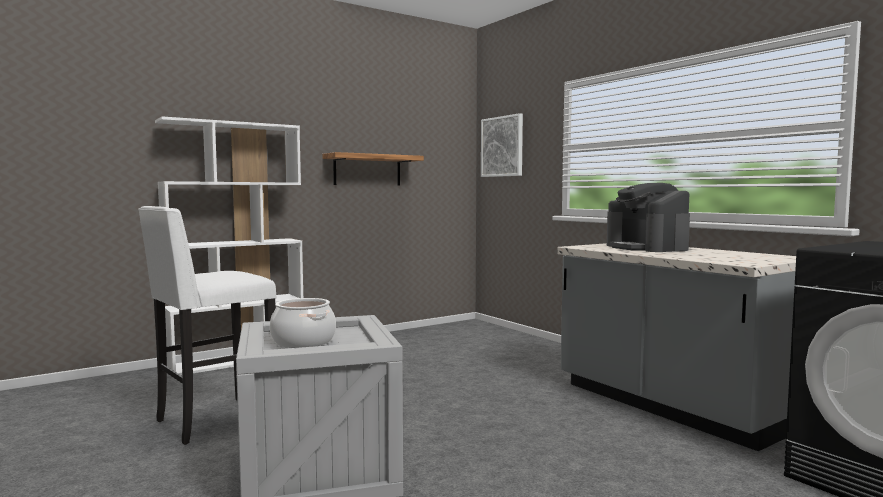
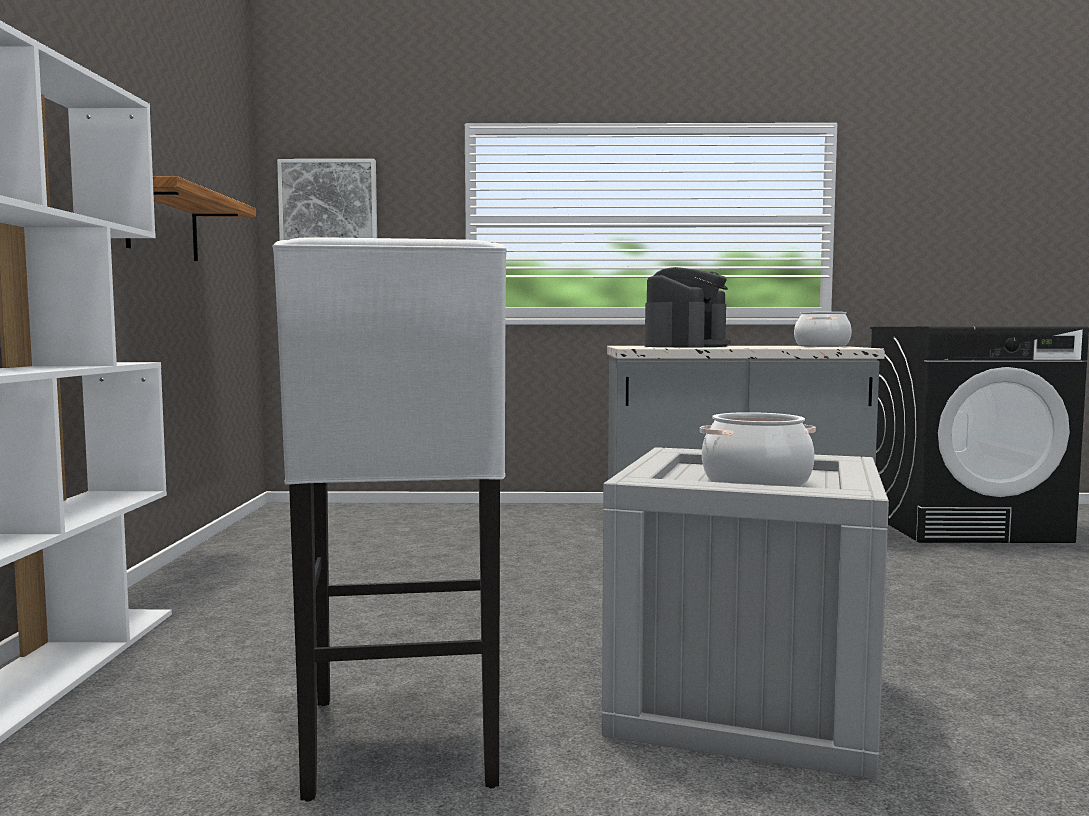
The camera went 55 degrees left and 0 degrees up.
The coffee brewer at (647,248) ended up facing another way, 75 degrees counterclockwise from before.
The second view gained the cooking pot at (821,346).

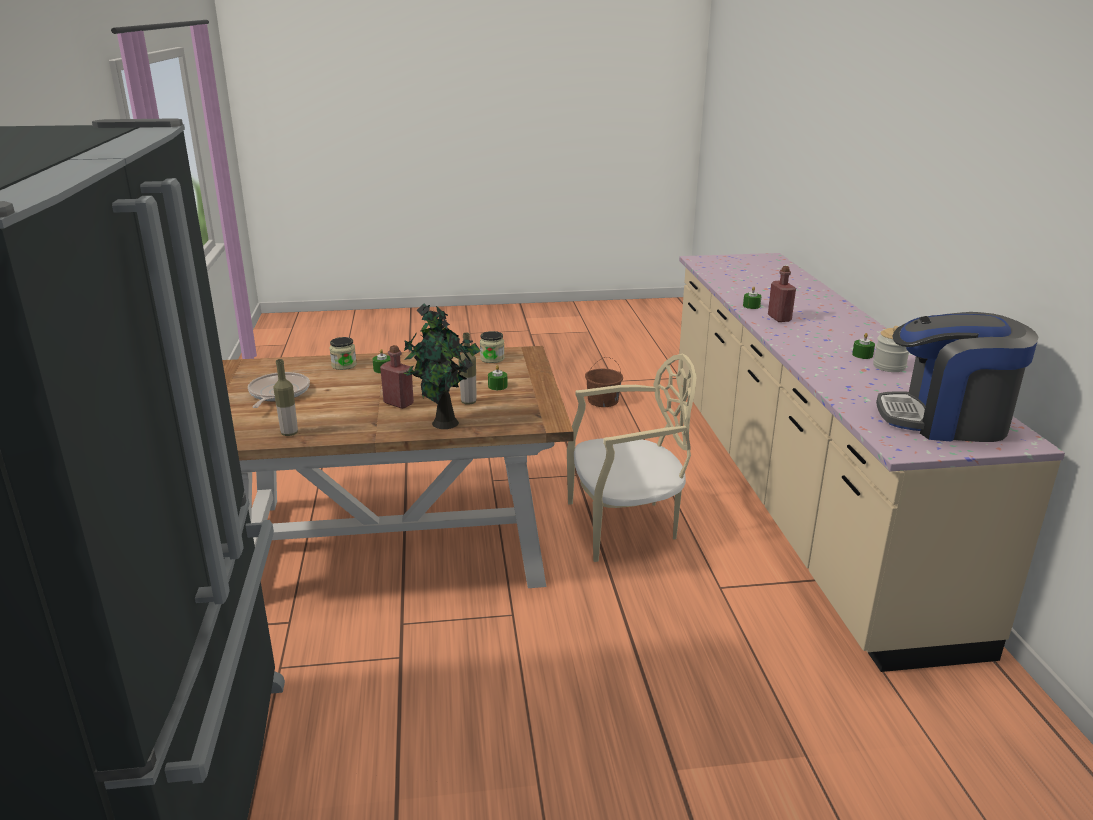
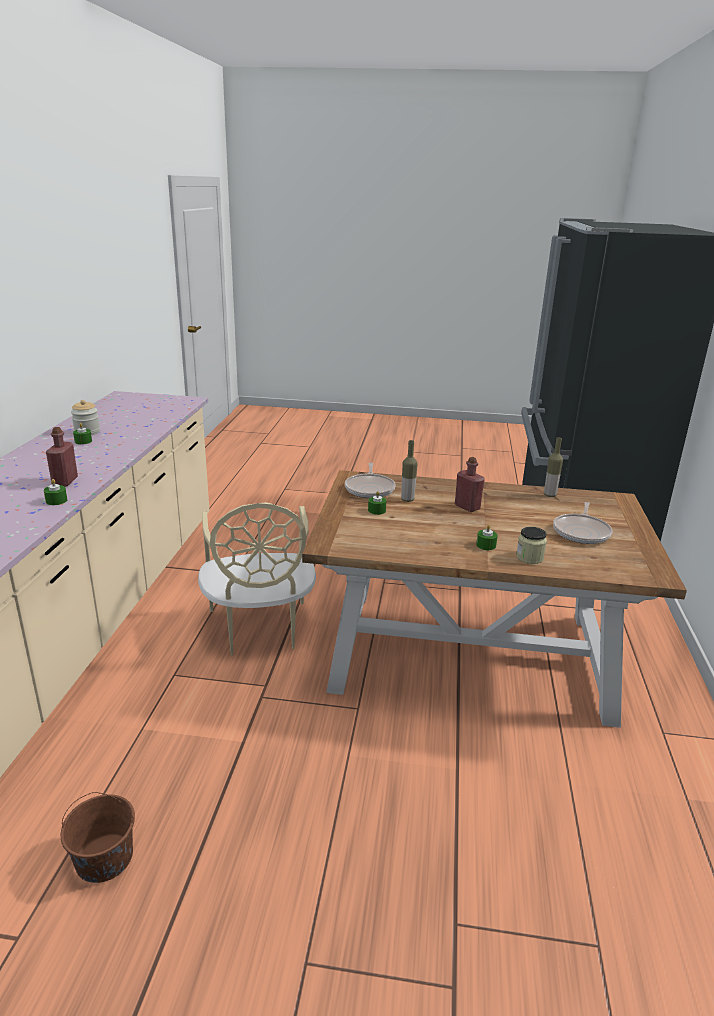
The camera went 165 degrees left and 0 degrees up.
The second view lost the plant in a pot at (444,424).
The second view lost the storage jar at (492,359).
The sand-coloured upright chair at (625,526) ended up facing another way, 105 degrees counterclockwise from before.
The second view lost the coffee brewer at (945,420).
The second view gained the skillet at (370,489).

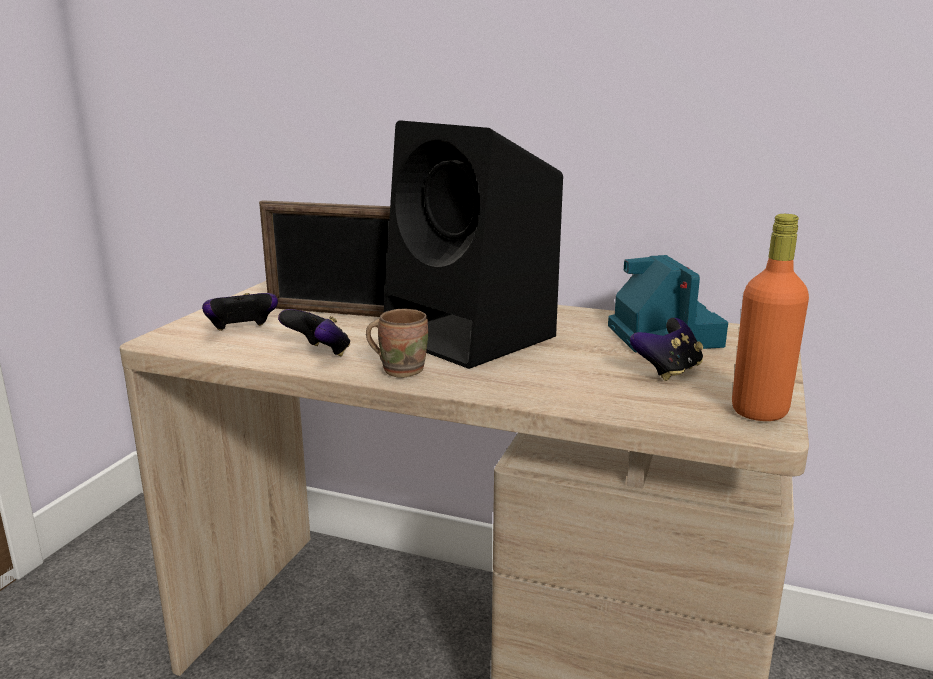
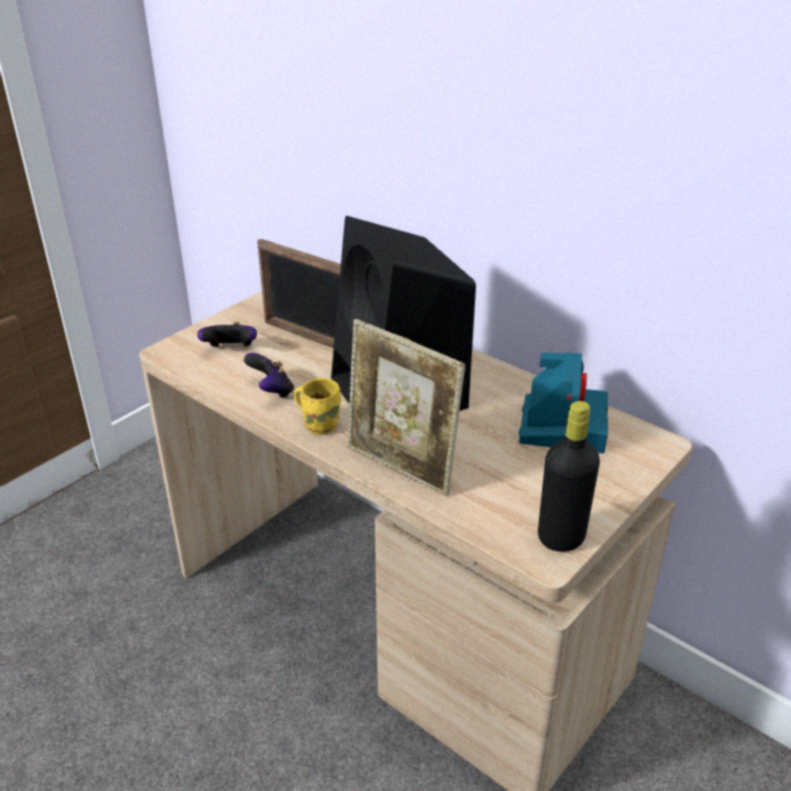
The camera went 20 degrees right and 15 degrees up.
What was the brown-coloured tea mug at (401,369) turned into the yellowish tea mug at (320,424).
The second view lost the game controller at (668,371).
What was the orange bottle at (759,411) turned into the blackish bottle at (561,537).
The second view gained the photo frame at (401,468).

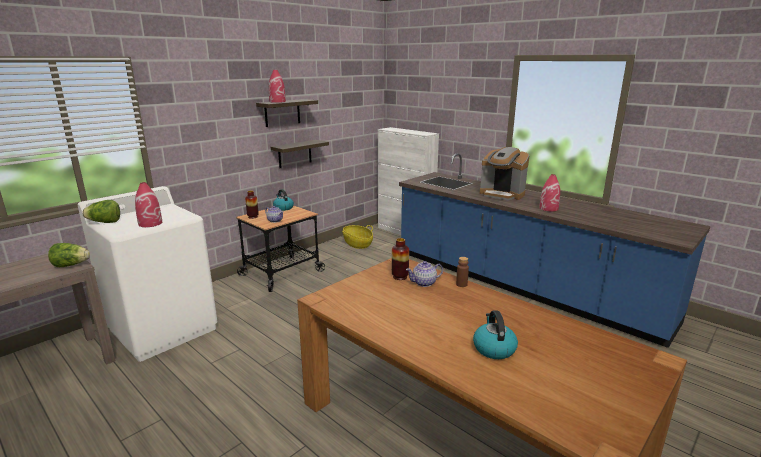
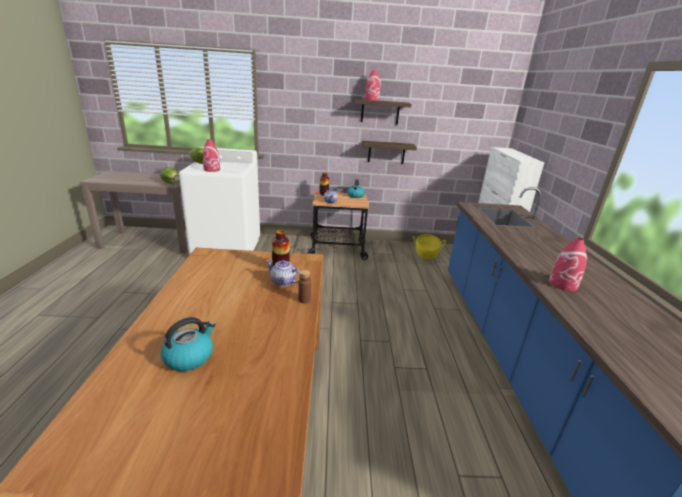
The camera went 45 degrees right and 5 degrees up.
The second view lost the coffee brewer at (502,194).

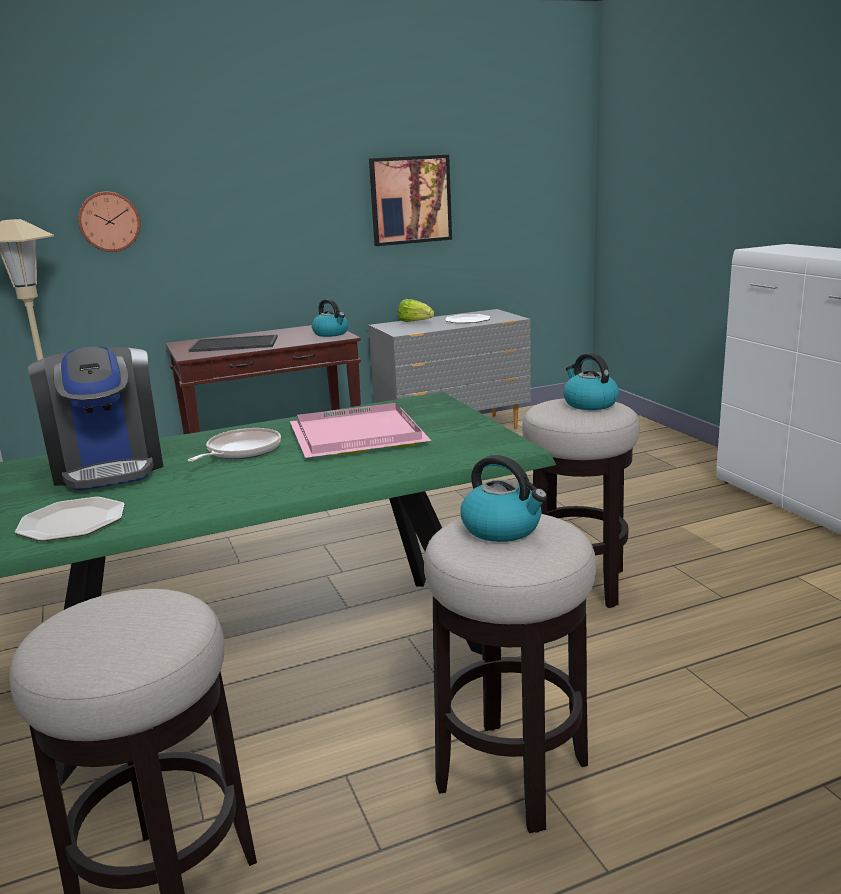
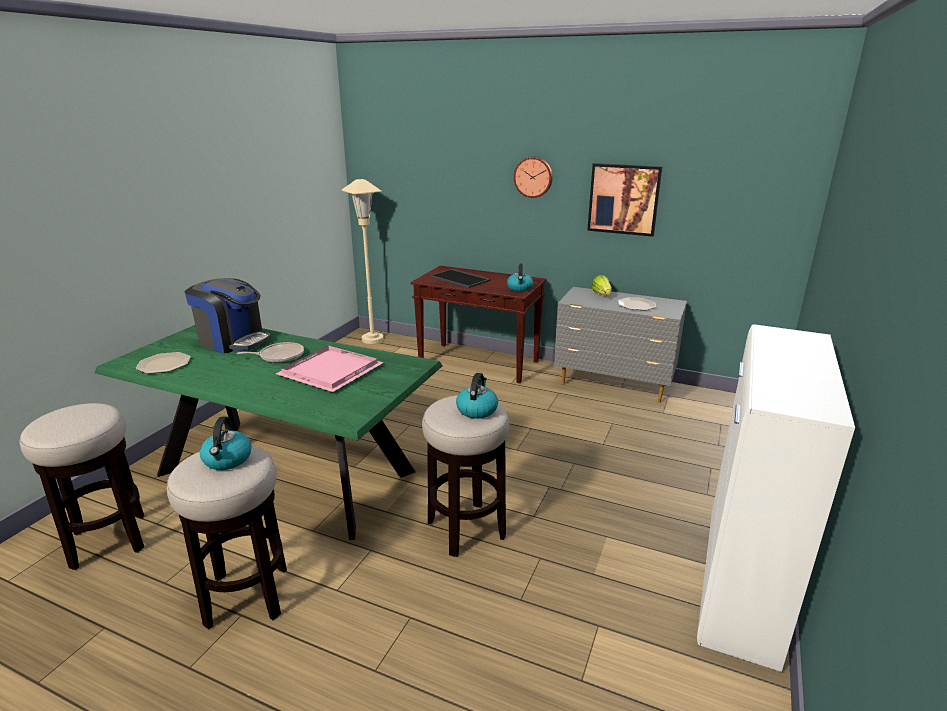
The camera went 45 degrees right and 5 degrees up.
The coffee brewer at (109,467) ended up facing another way, 90 degrees counterclockwise from before.
The wall clock ended up elsewhere, having gone from (109,221) to (533,177).

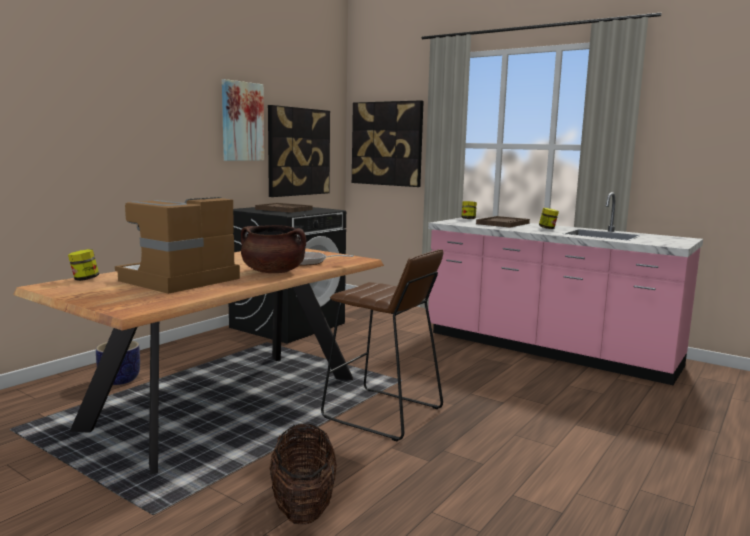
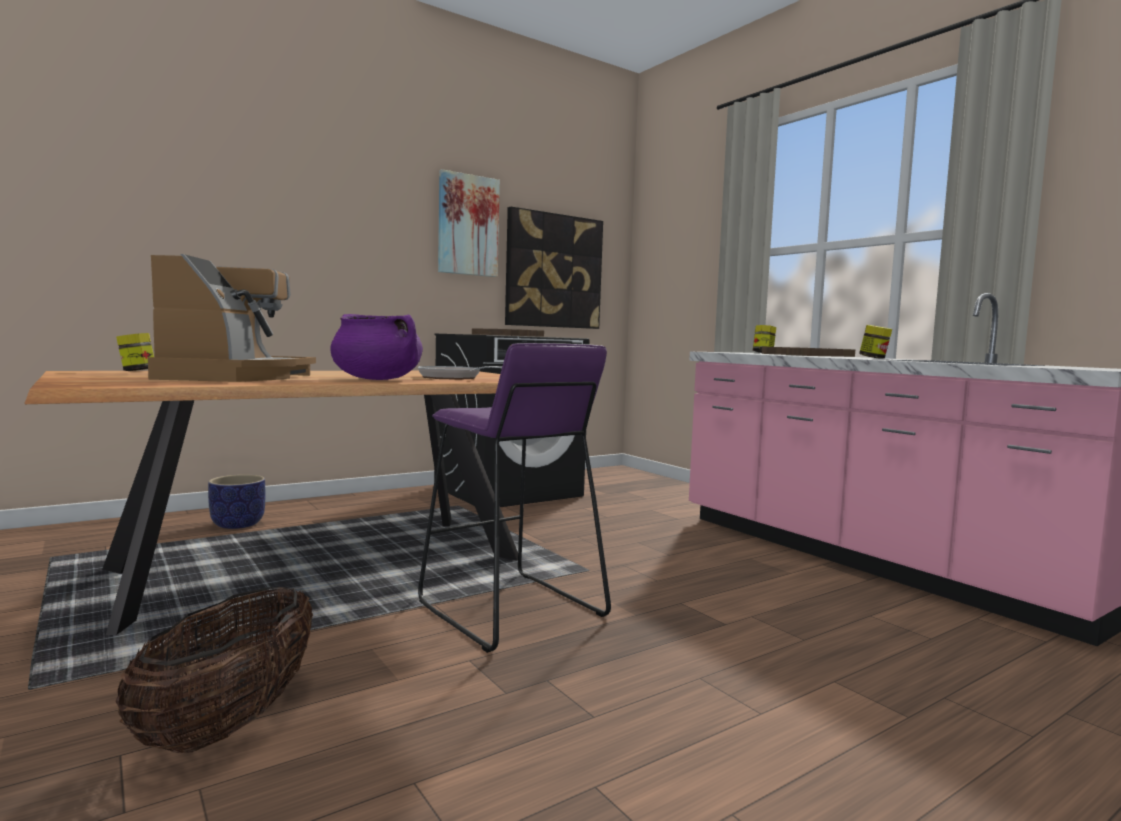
The camera went 20 degrees right and 5 degrees down.
The coffee brewer at (179,280) ended up facing another way, 120 degrees clockwise from before.
What was the brown-coloured cooking pot at (273,272) turned into the purple cooking pot at (377,379).
What was the brown-coloured stool at (383,414) turned into the purple stool at (510,610).
The second view lost the picture at (387,143).

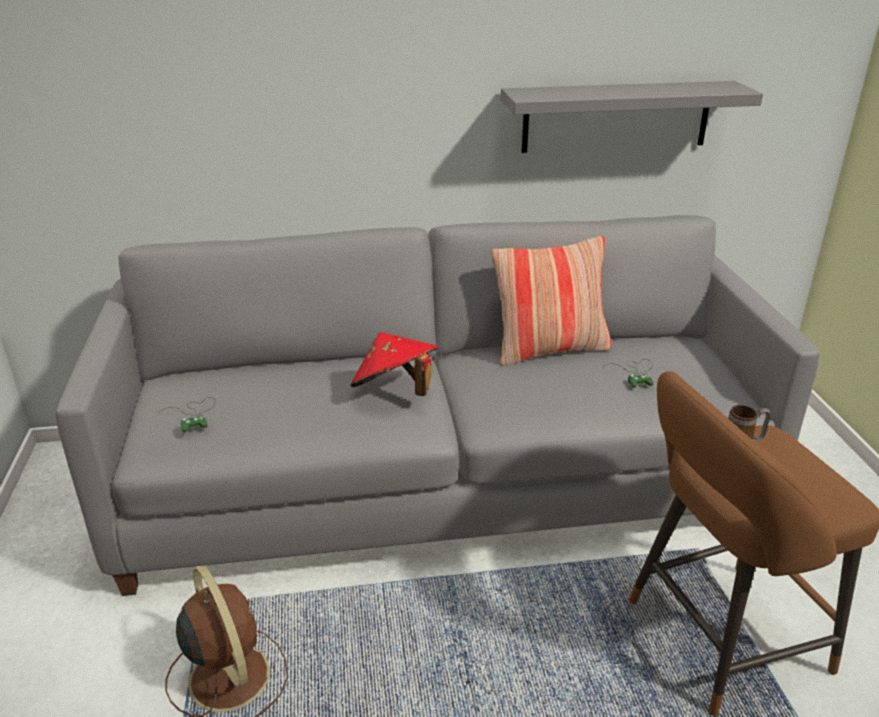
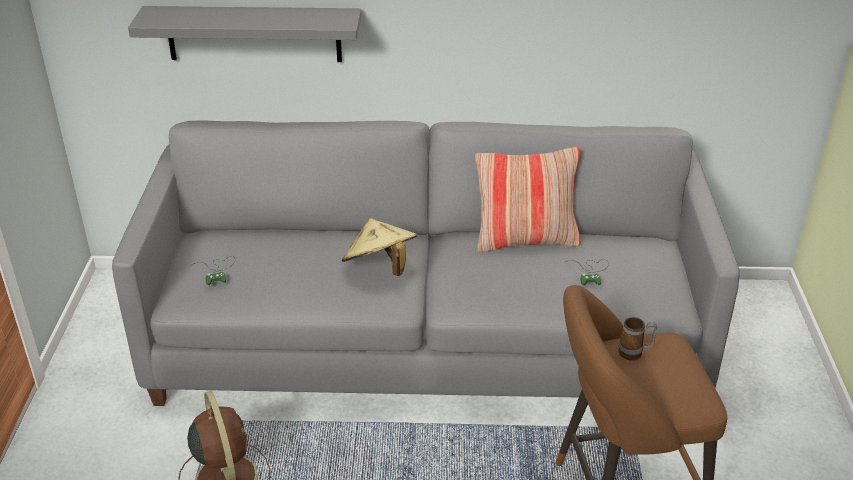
The camera went 10 degrees right and 5 degrees up.
What was the red-coloured wearable hat at (395,392) turned into the sand-coloured wearable hat at (380,268).
The greyish wall shelf ended up elsewhere, having gone from (616,117) to (254,34).

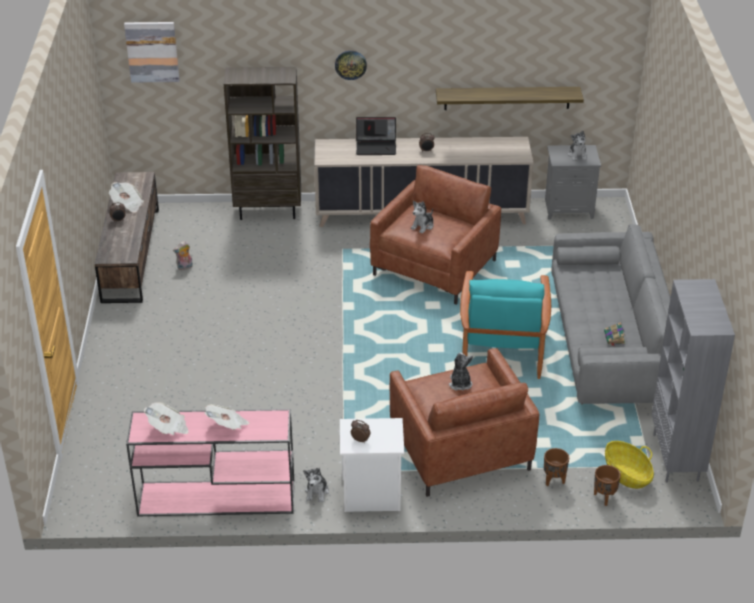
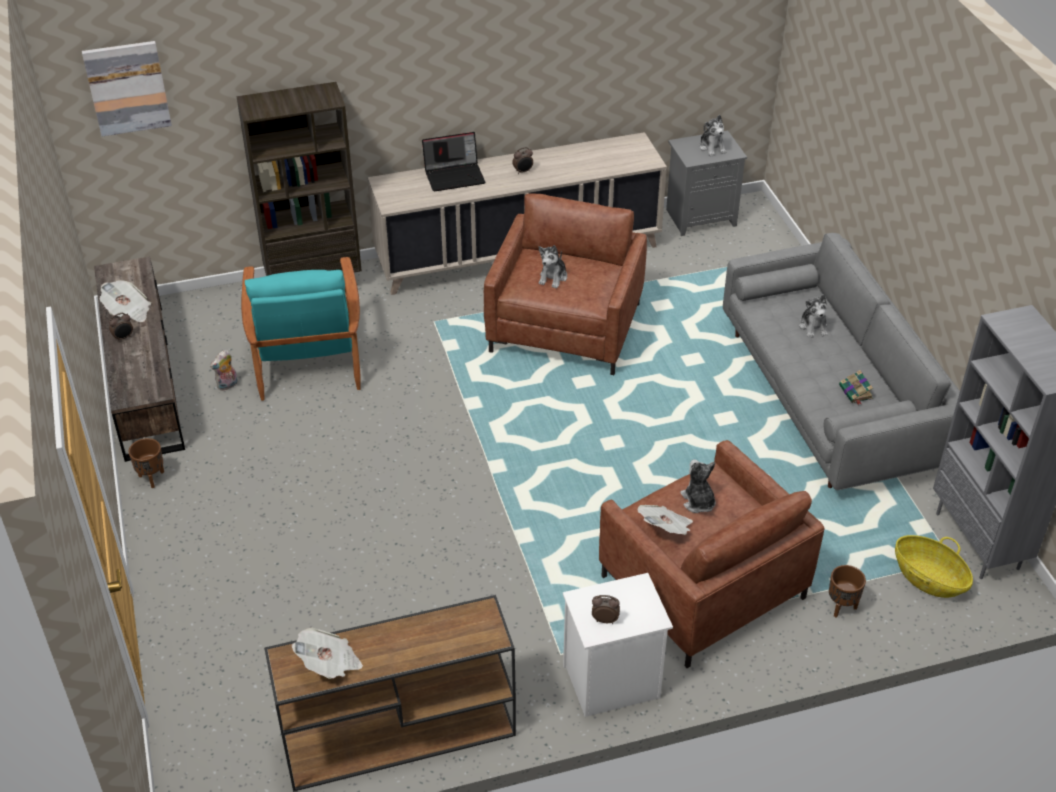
The camera went 15 degrees left and 5 degrees up.
What was the pink-coloured console table at (215,498) turned into the brown-coloured console table at (396,736).
The newspaper ended up elsewhere, having gone from (227,425) to (666,529).
The cuddly toy ended up elsewhere, having gone from (317,492) to (813,327).
The second view lost the wall clock at (350,64).
The second view lost the wall shelf at (507,98).
The turquoise-coloured armchair ended up elsewhere, having gone from (502,347) to (307,356).
The brown-coloured flower pot ended up elsewhere, having gone from (604,497) to (151,478).

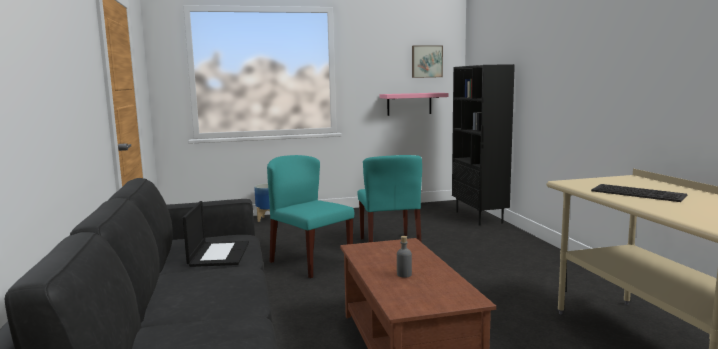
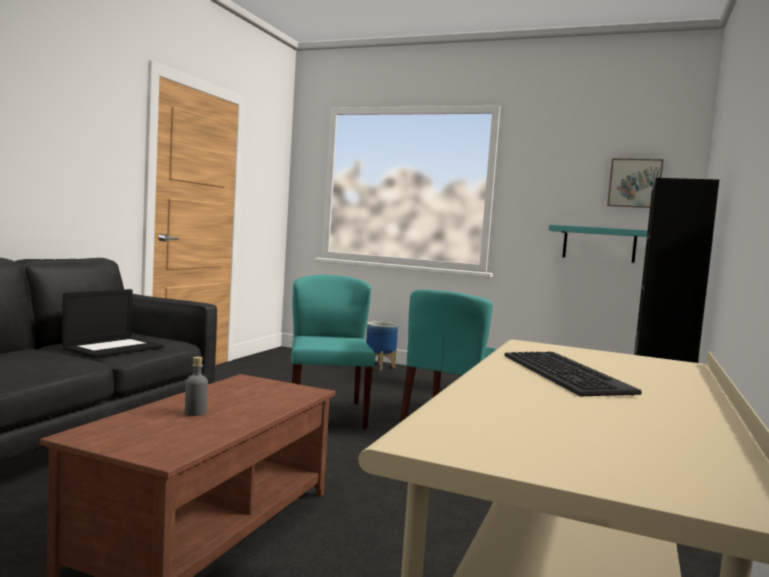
The camera went 35 degrees right and 5 degrees down.
What was the pink-coloured wall shelf at (409,104) turned into the turquoise-coloured wall shelf at (599,244).

